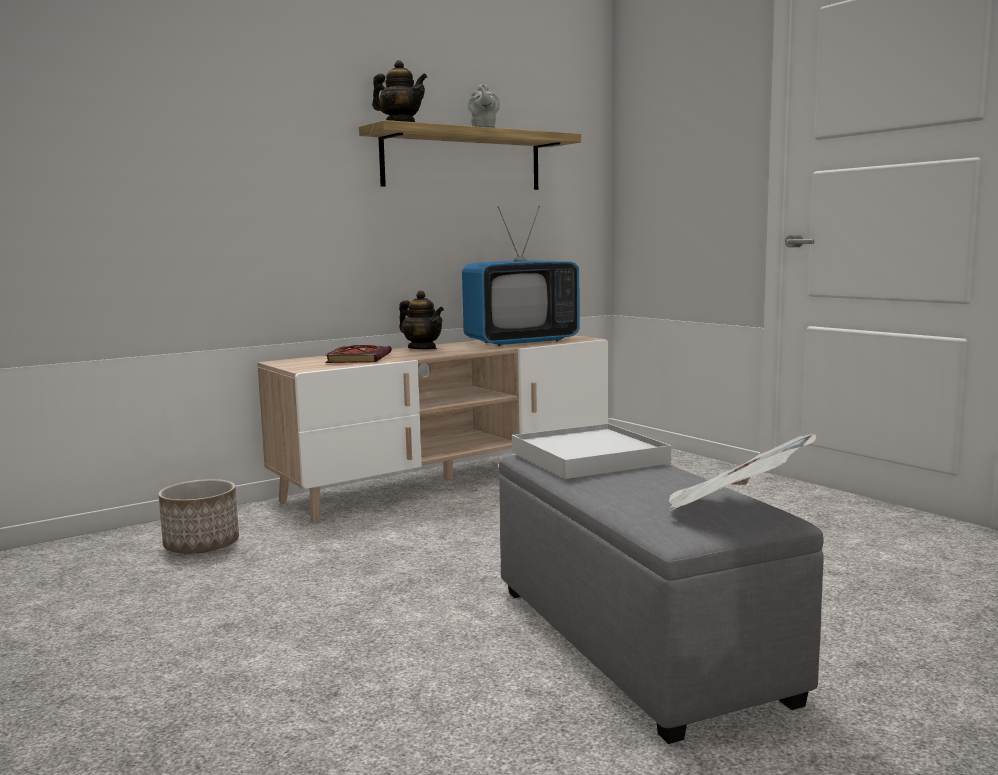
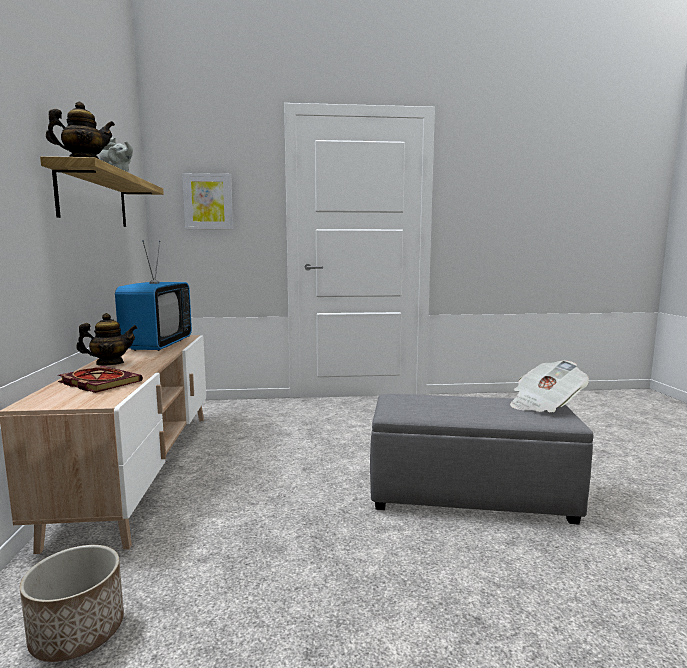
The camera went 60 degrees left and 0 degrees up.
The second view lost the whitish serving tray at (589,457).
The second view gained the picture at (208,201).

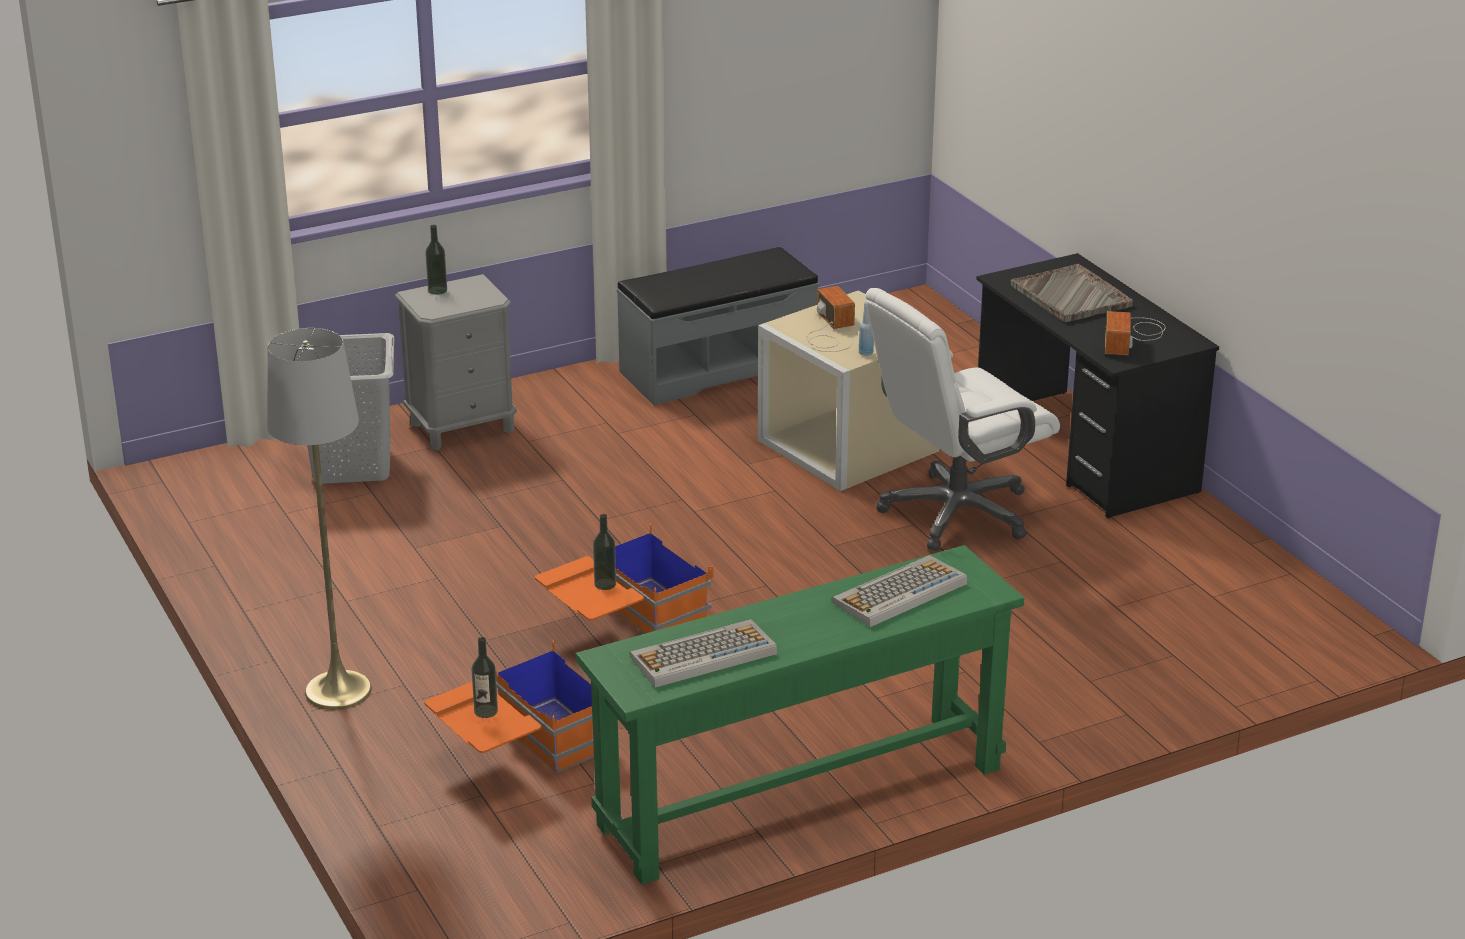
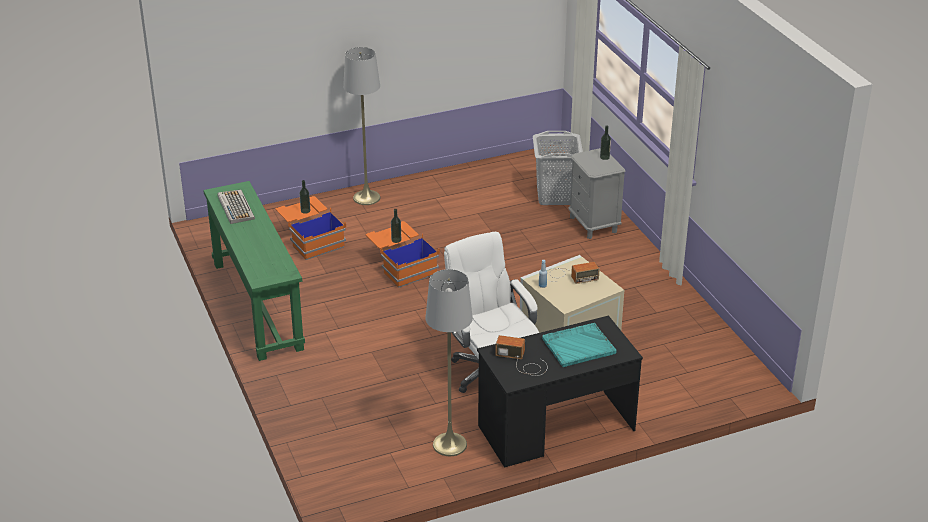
The camera went 95 degrees right and 5 degrees up.
The second view lost the greyish indoor bench at (717,368).
The second view lost the keyboard at (899,593).
What was the greyish serving tray at (1071,296) turned into the turquoise-coloured serving tray at (578,346).
The second view gained the greyish standing lamp at (449,444).

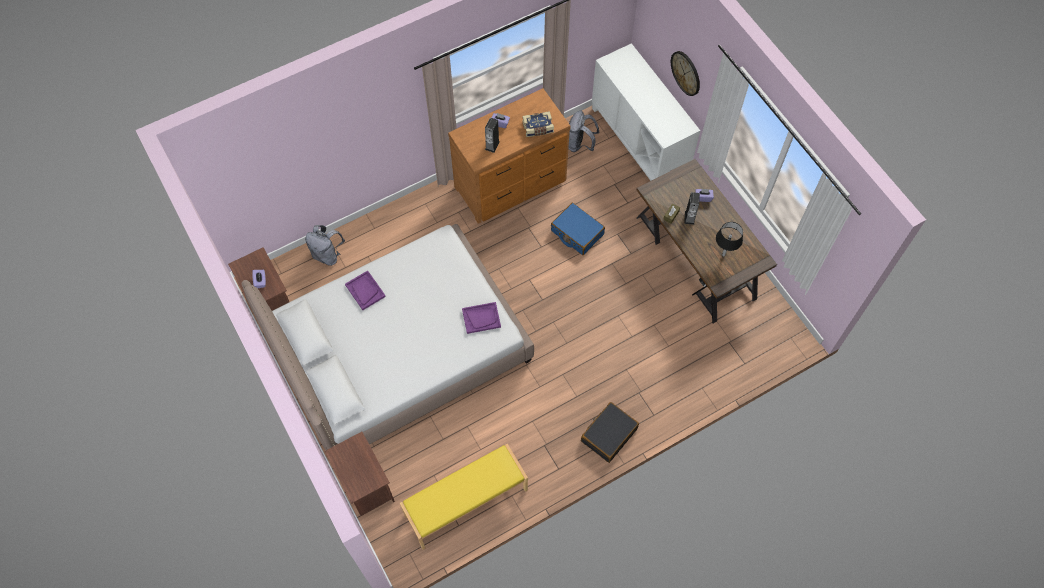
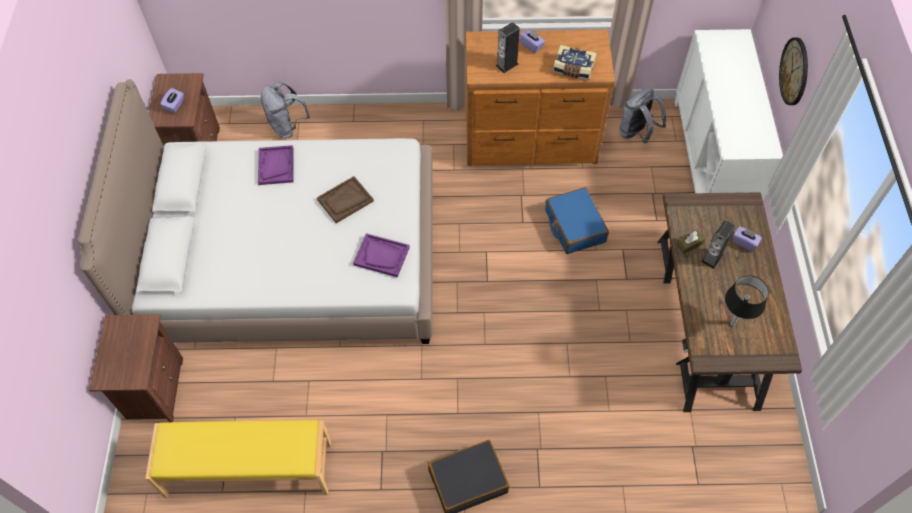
The camera went 30 degrees right and 5 degrees down.
The second view gained the brown-coloured serving tray at (345,200).

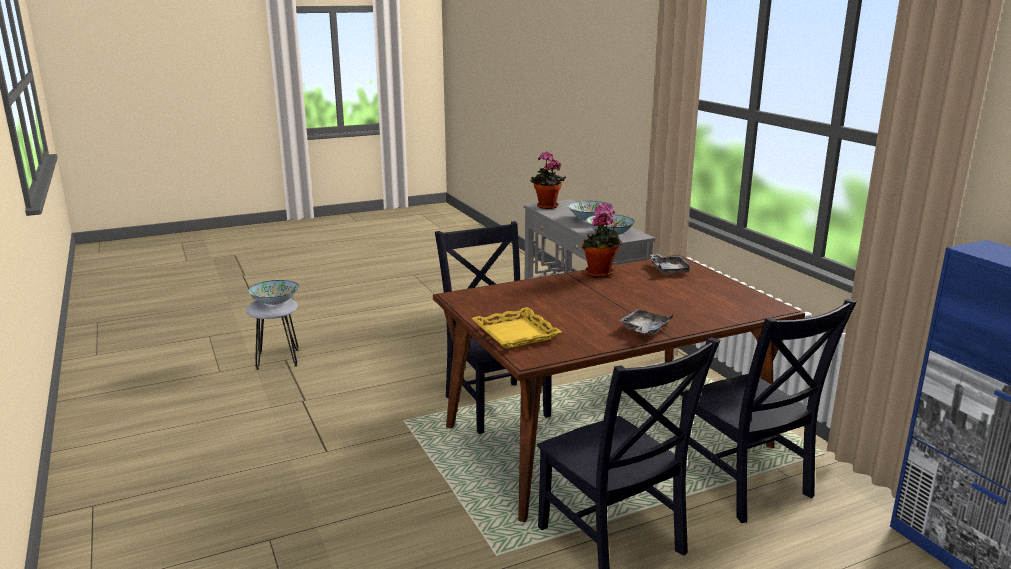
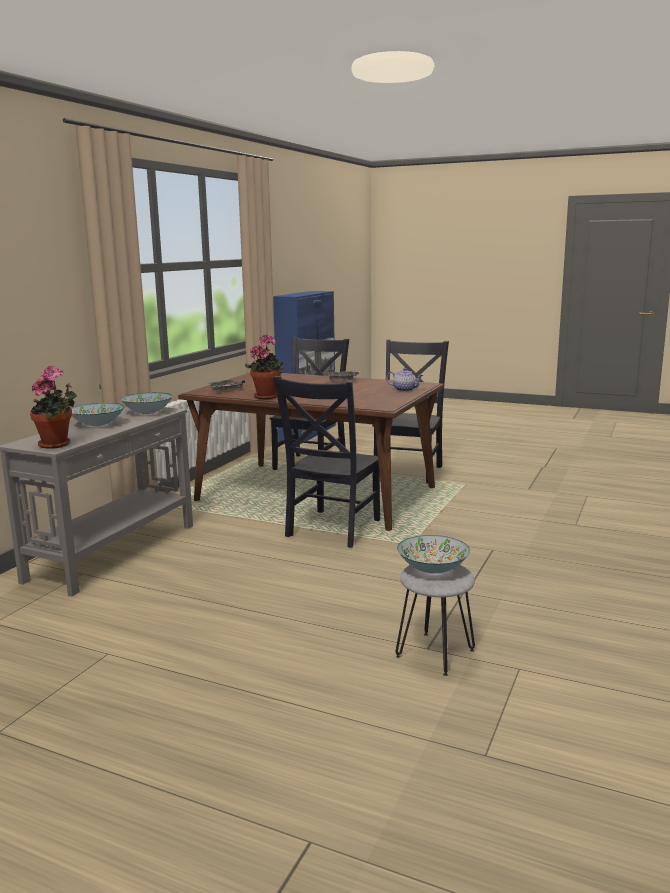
The camera went 130 degrees left and 5 degrees down.
Where the yellowish serving tray stood at (516,333), the teapot came to stand at (405,390).

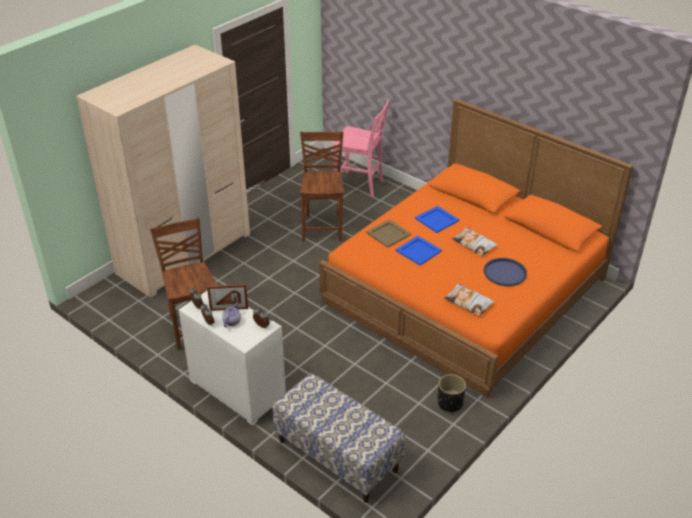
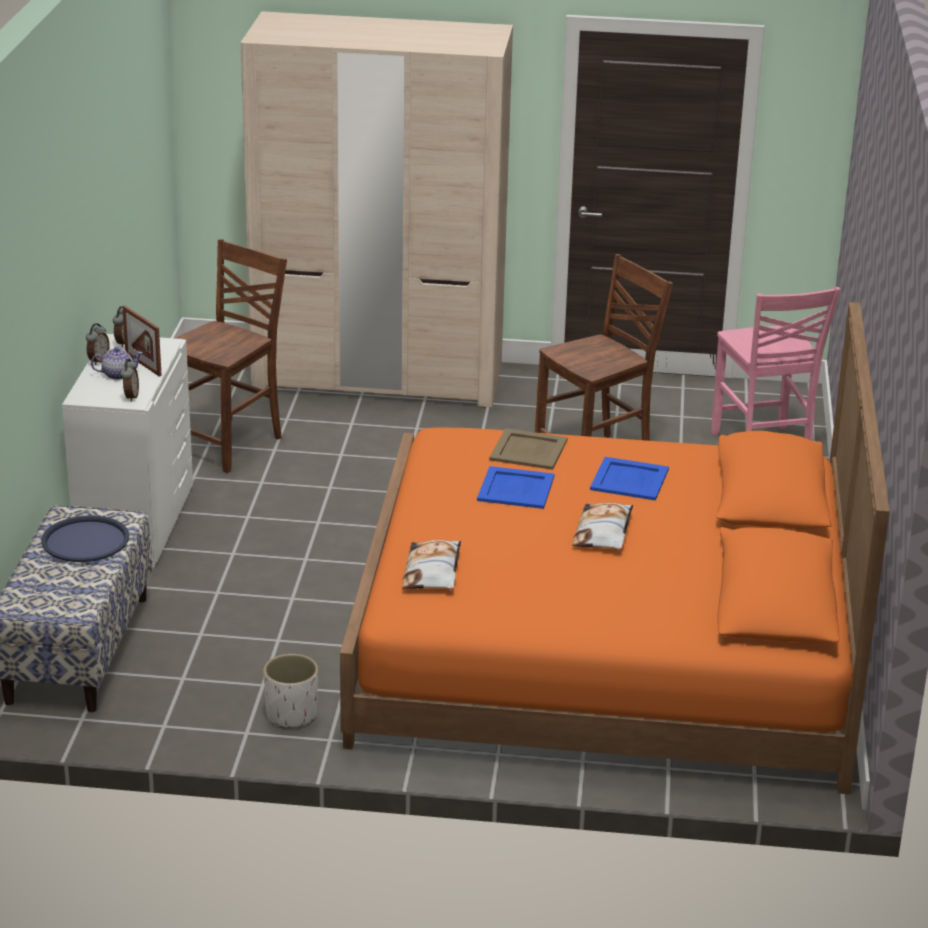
The camera went 55 degrees right and 10 degrees down.
What was the blackish flower pot at (450,403) turned into the whitish flower pot at (292,715).
The blue serving tray ended up elsewhere, having gone from (505,272) to (85,540).

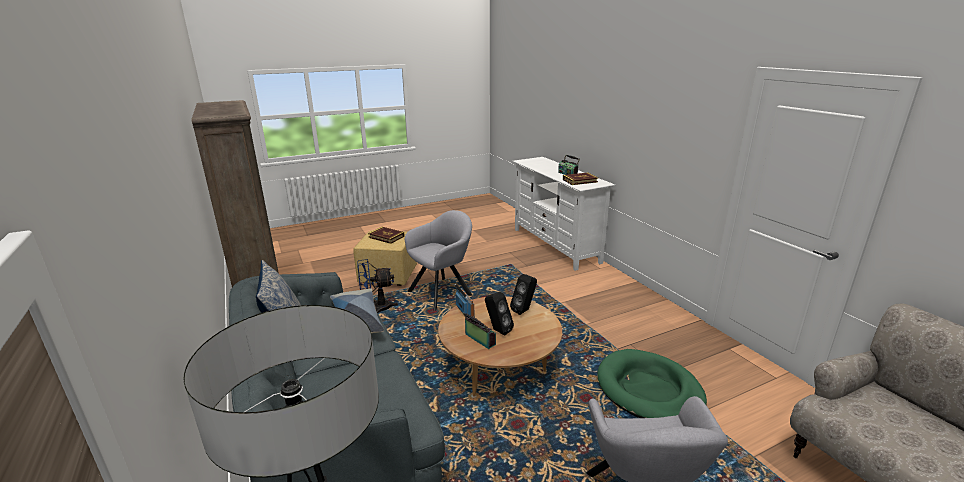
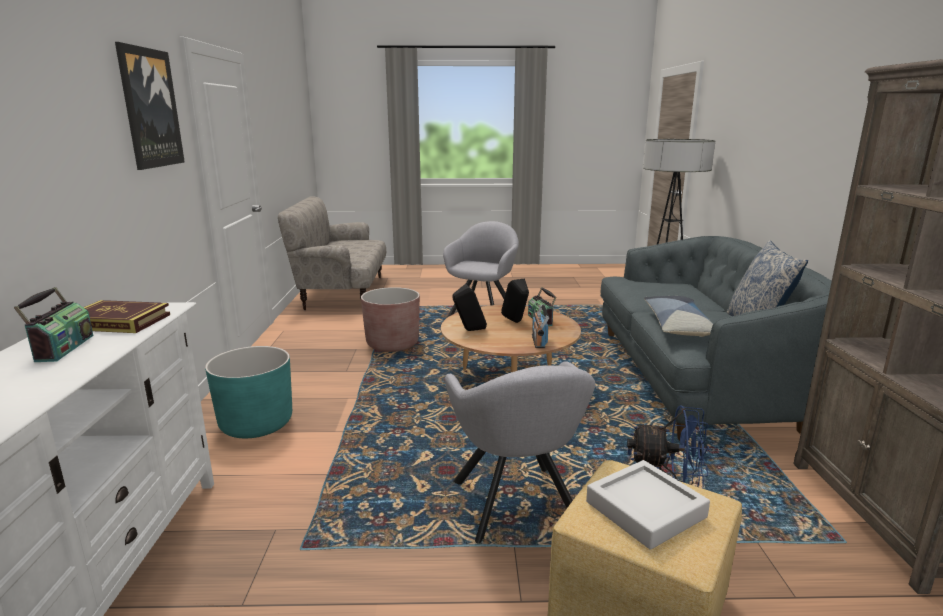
The camera went 155 degrees left and 5 degrees down.
Where the book stood at (386,237), the greyish serving tray came to stand at (645,509).
The greyish armchair at (443,292) ended up facing another way, 90 degrees counterclockwise from before.
Where the greenish pet bed stood at (648,390), the brown-coloured flower pot came to stand at (392,344).
The second view gained the picture at (150,108).
The second view gained the turquoise-coloured flower pot at (256,424).

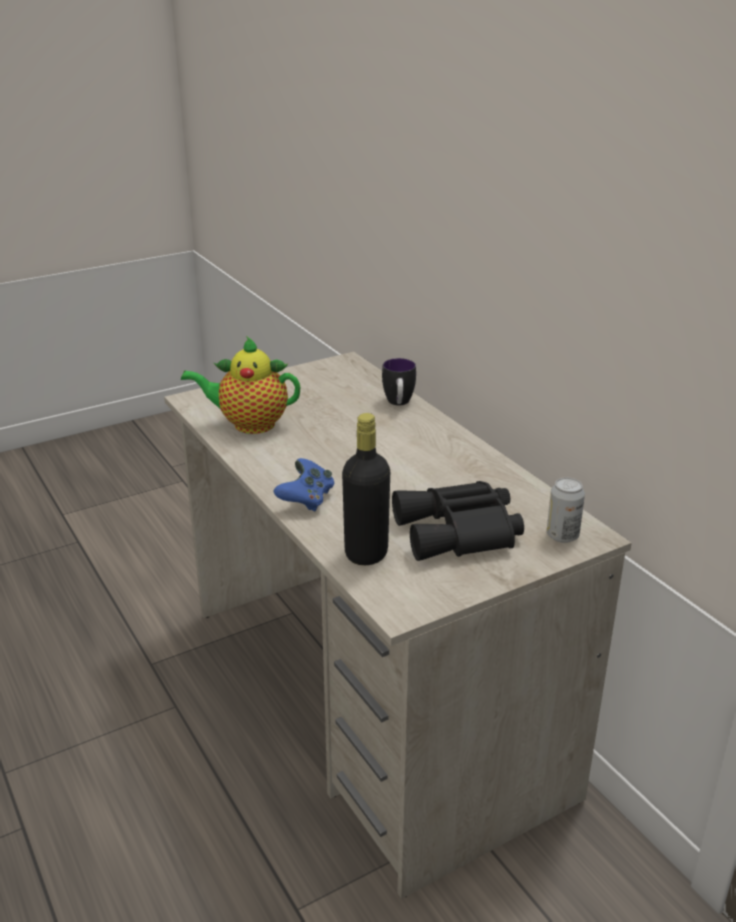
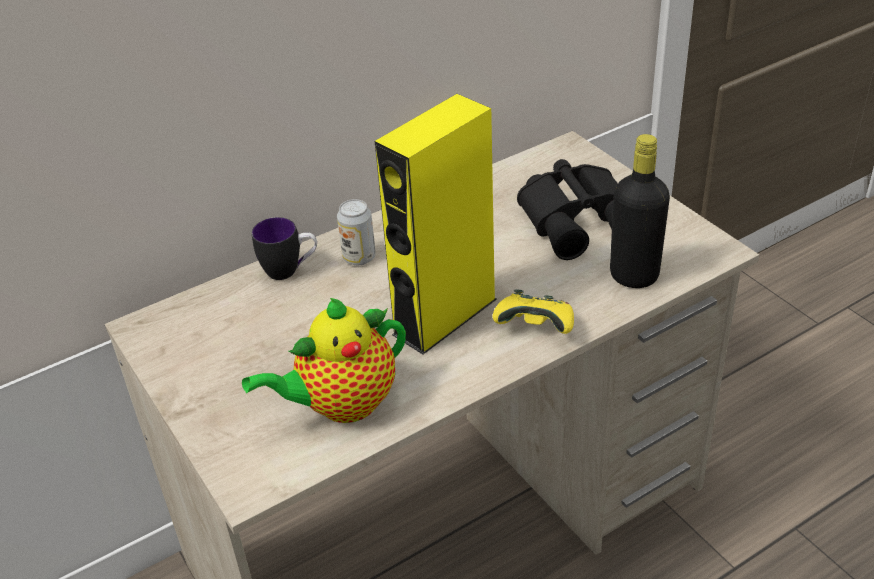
The camera went 90 degrees left and 10 degrees up.
The teapot at (249,424) ended up facing another way, 60 degrees clockwise from before.
What was the blue game controller at (306,499) turned into the yellowish game controller at (536,328).
The sealed can ended up elsewhere, having gone from (562,535) to (359,257).
The second view gained the yellowish speaker at (445,316).

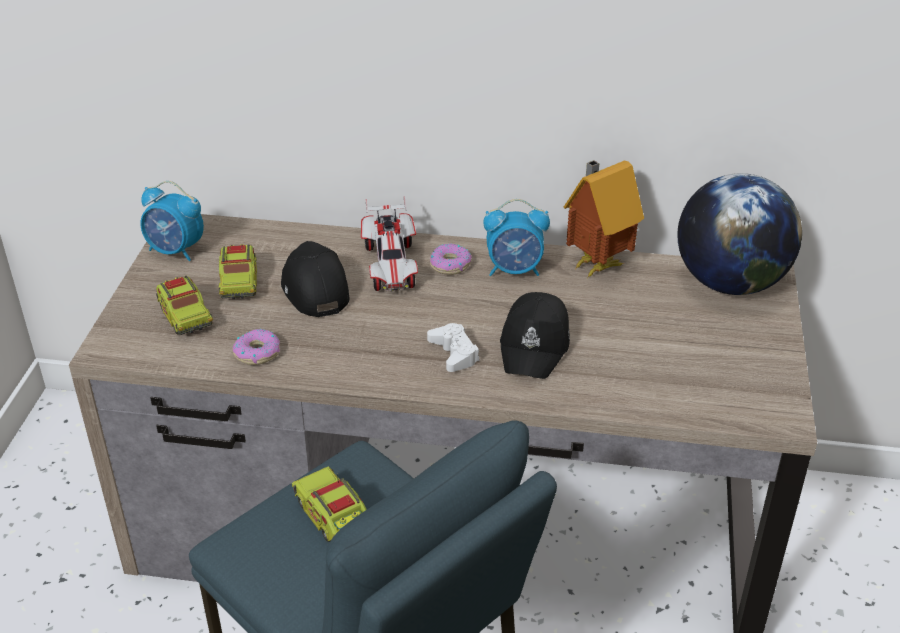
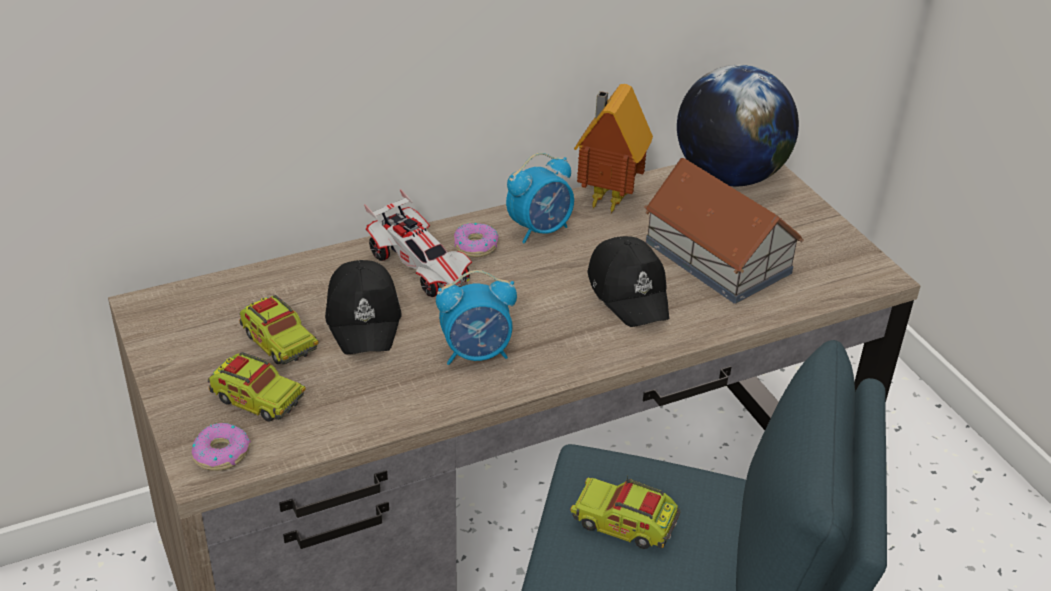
The camera went 35 degrees left and 0 degrees up.
The bedside clock ended up elsewhere, having gone from (176,251) to (477,353).
The doughnut ended up elsewhere, having gone from (257,353) to (221,453).
The blackish peaked cap at (313,288) ended up facing another way, 135 degrees counterclockwise from before.
The second view lost the whitish game controller at (454,353).
The second view gained the miniature house at (718,258).

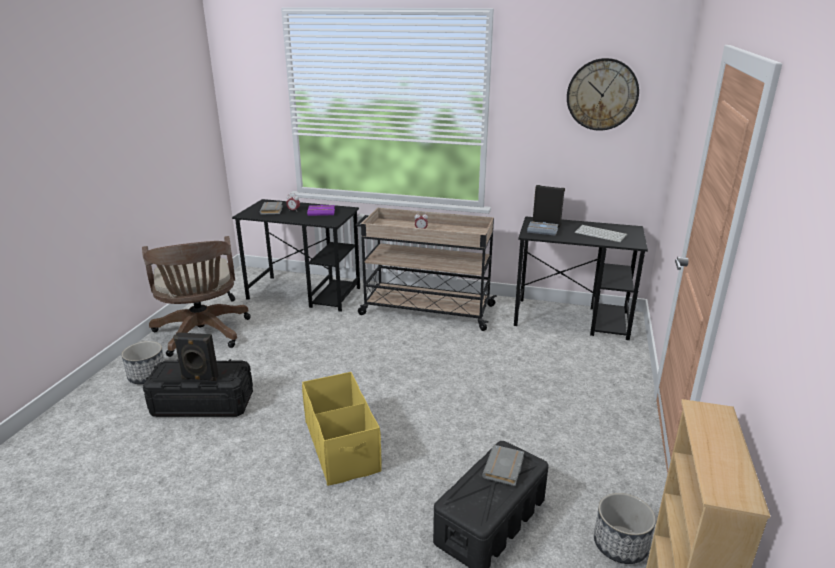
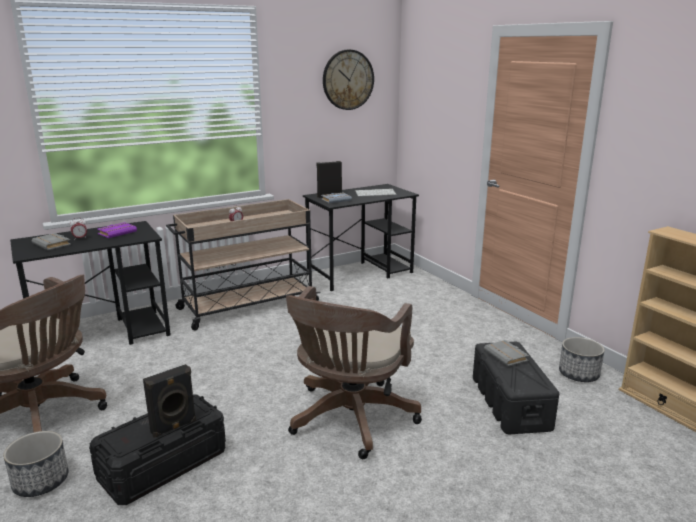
The camera went 45 degrees left and 5 degrees down.
Where the yellowish storage box stood at (342,446), the brown-coloured office chair came to stand at (349,420).

